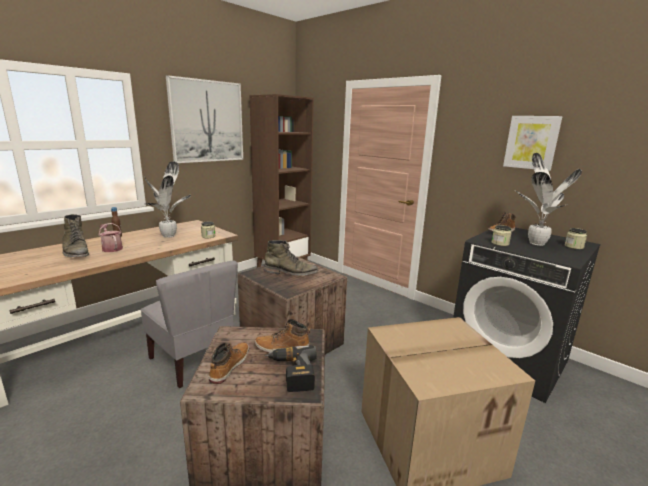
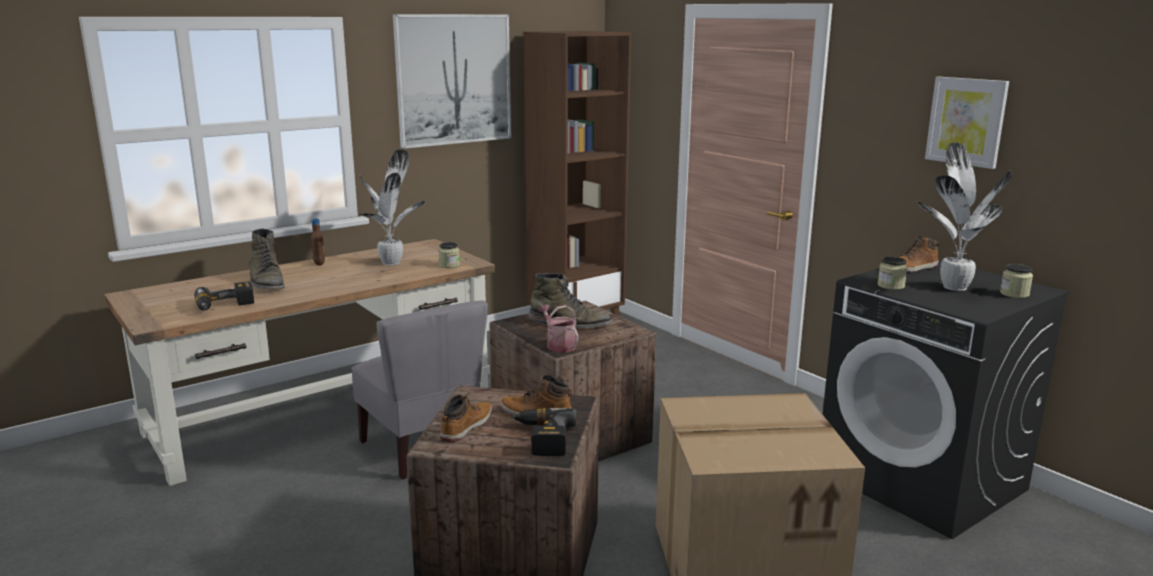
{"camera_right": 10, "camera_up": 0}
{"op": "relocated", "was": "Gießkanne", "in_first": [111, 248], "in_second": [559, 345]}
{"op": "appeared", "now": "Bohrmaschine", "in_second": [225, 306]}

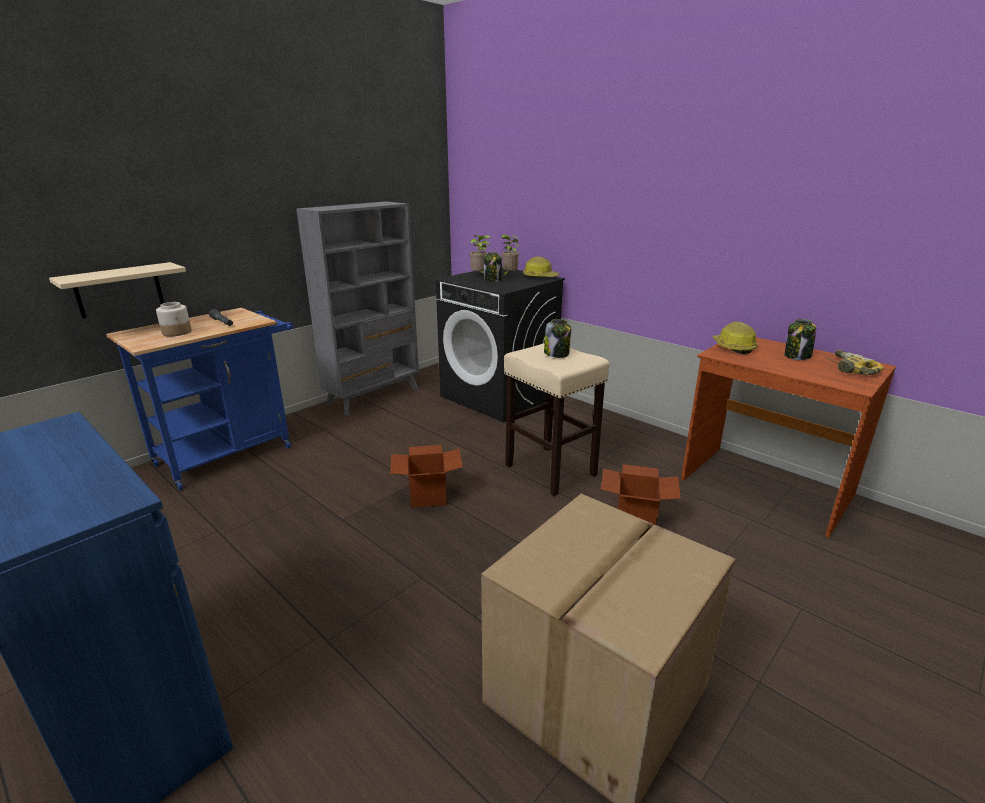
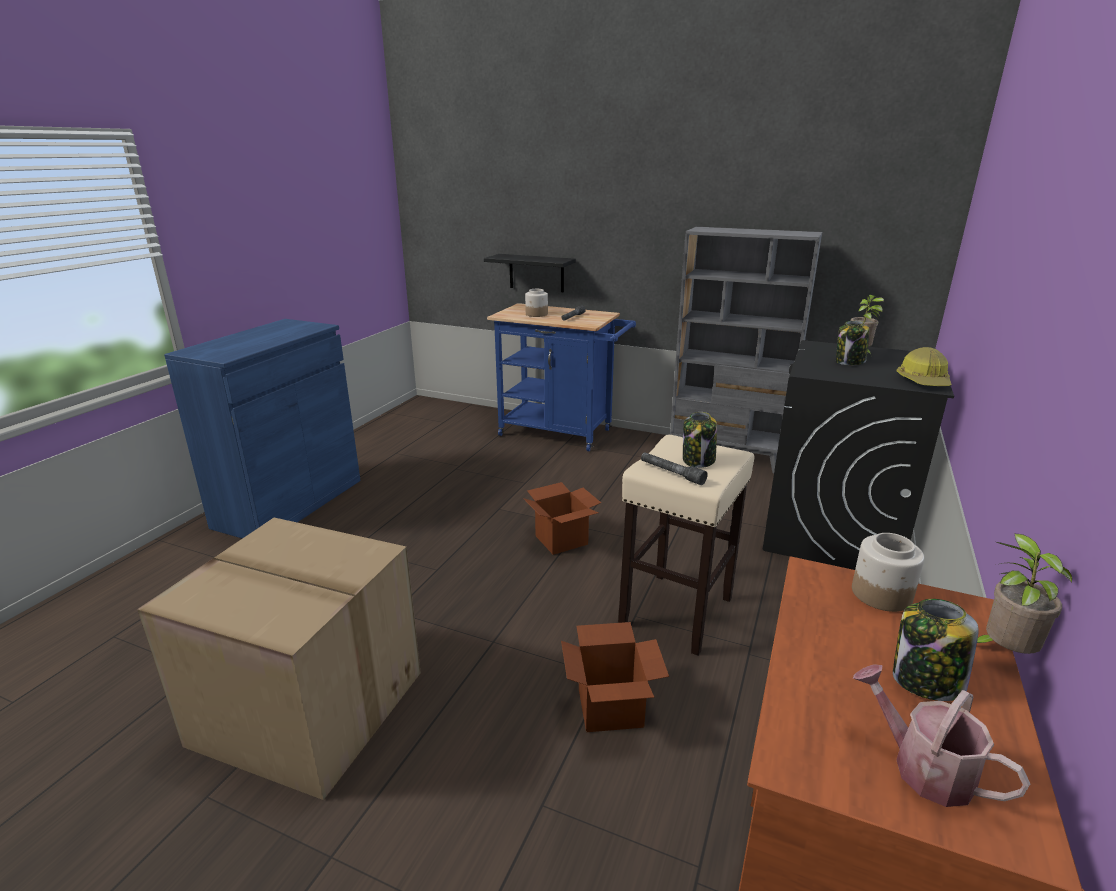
{"camera_right": 70, "camera_up": 0}
{"op": "colour", "was": "Wandregal/beige", "now": "Wandregal/schwarz", "in_first": [119, 290], "in_second": [536, 273]}
{"op": "relocated", "was": "Topfpflanze", "in_first": [509, 275], "in_second": [1002, 652]}
{"op": "exchanged", "was": "Schutzhelm", "now": "Vorratsglas", "in_first": [733, 347], "in_second": [880, 594]}
{"op": "exchanged", "was": "Bohrmaschine", "now": "Gießkanne", "in_first": [849, 369], "in_second": [922, 767]}
{"op": "appeared", "now": "Taschenlampe/grau", "in_second": [671, 473]}

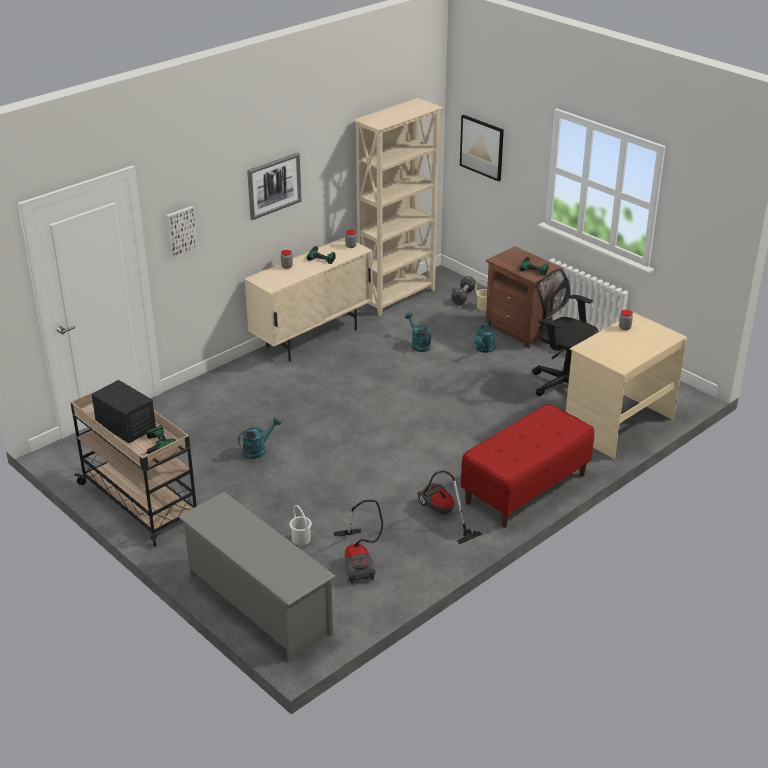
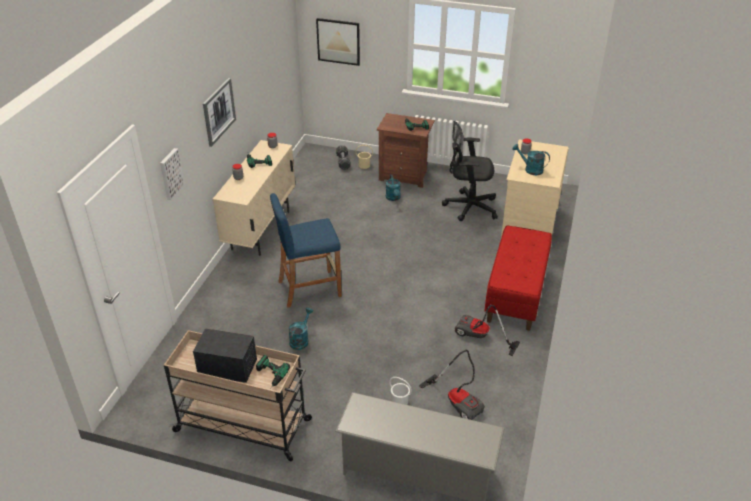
{"camera_right": -30, "camera_up": 5}
{"op": "missing", "was": "Bücherregal/beige", "in_first": [398, 297]}
{"op": "relocated", "was": "Gießkanne/türkis", "in_first": [418, 344], "in_second": [530, 169]}
{"op": "appeared", "now": "Hocker/blau", "in_second": [309, 288]}

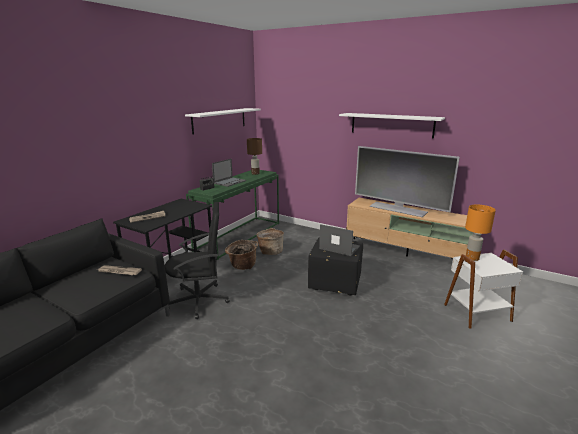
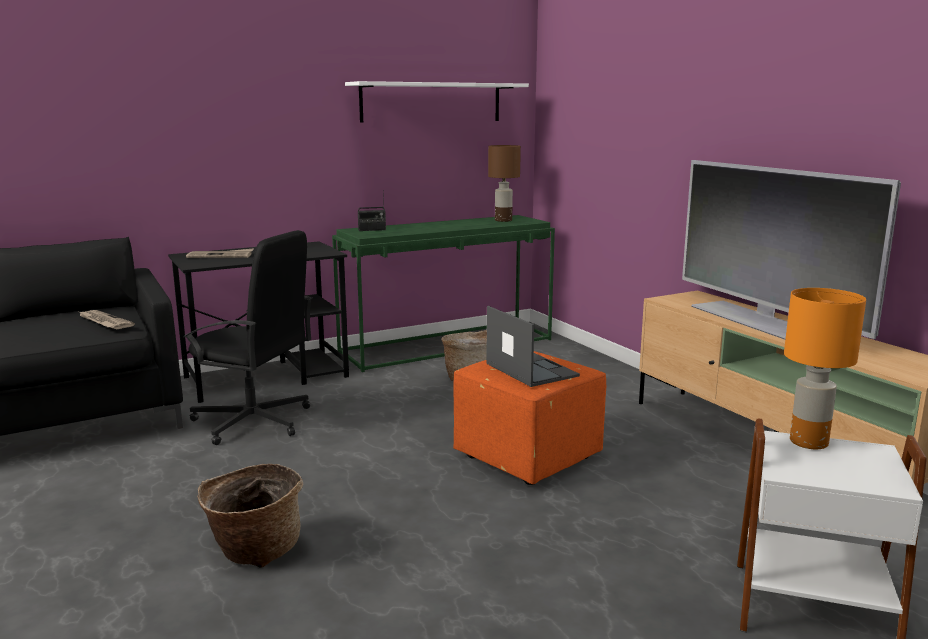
{"camera_right": 30, "camera_up": -5}
{"op": "missing", "was": "Laptop", "in_first": [230, 182]}
{"op": "relocated", "was": "Korb", "in_first": [242, 266], "in_second": [254, 550]}
{"op": "colour", "was": "Polsterhocker/schwarz", "now": "Polsterhocker/orange", "in_first": [334, 283], "in_second": [525, 457]}
{"op": "missing", "was": "Wandregal/weiß", "in_first": [391, 125]}

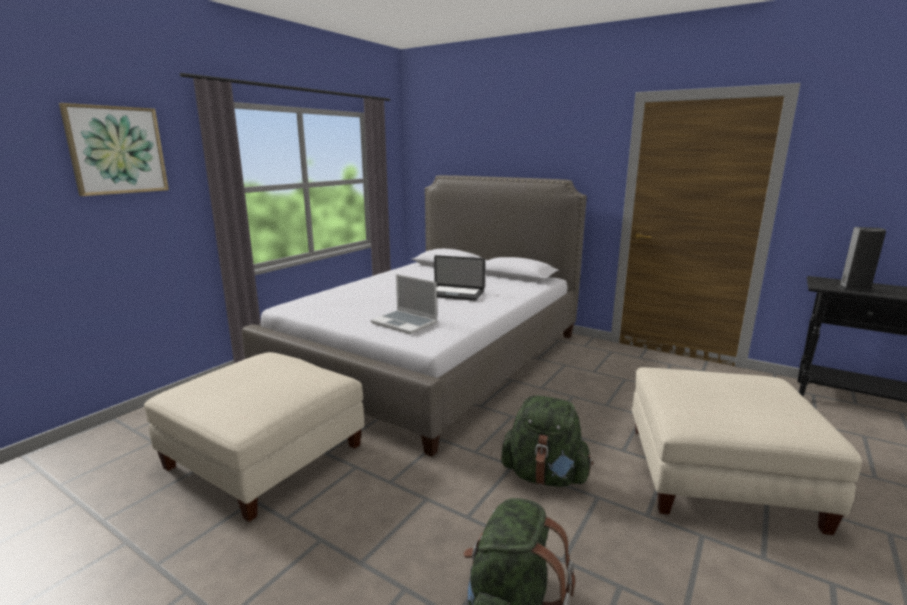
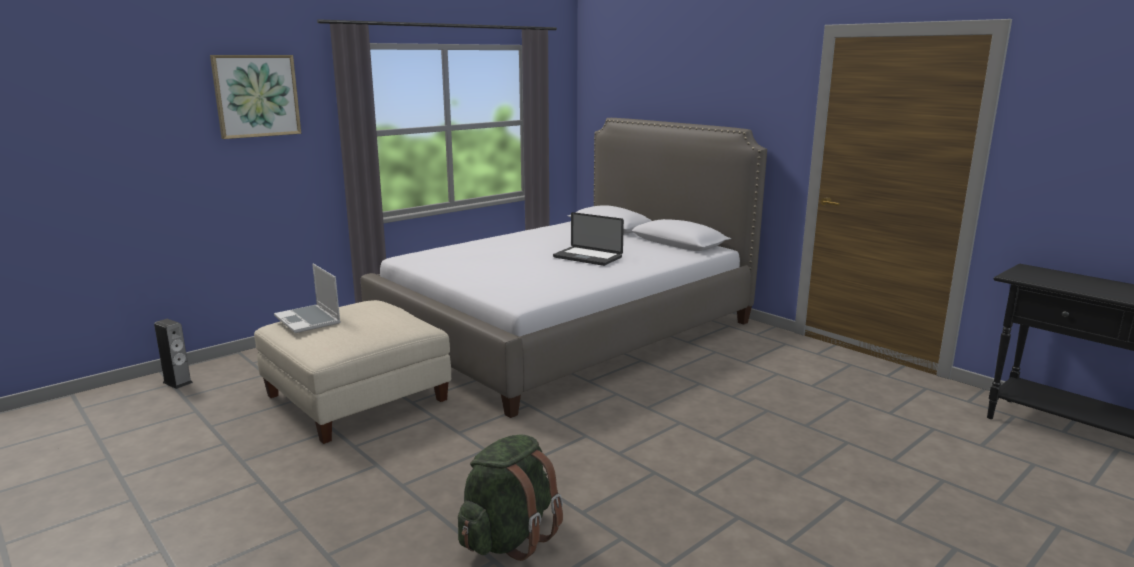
{"camera_right": 15, "camera_up": 0}
{"op": "relocated", "was": "Laptop", "in_first": [405, 323], "in_second": [309, 320]}
{"op": "missing", "was": "Rucksack/grün", "in_first": [544, 476]}
{"op": "missing", "was": "Polsterhocker/beige", "in_first": [718, 474]}
{"op": "relocated", "was": "Lautsprecher", "in_first": [854, 289], "in_second": [177, 382]}

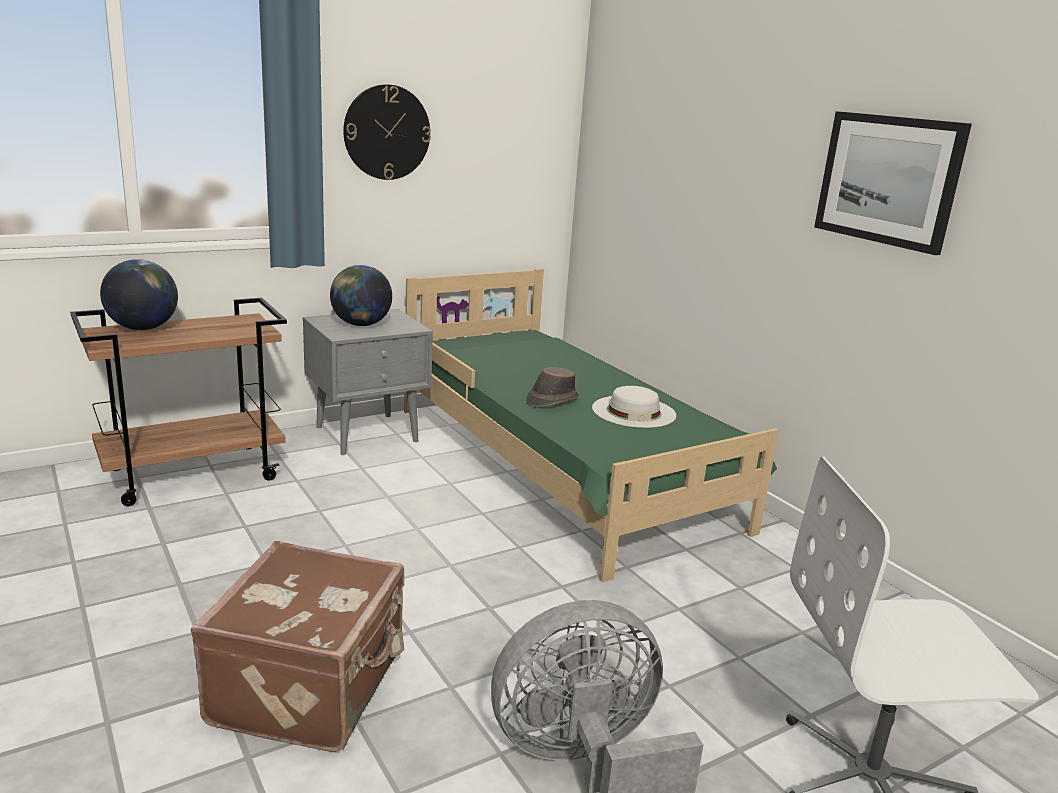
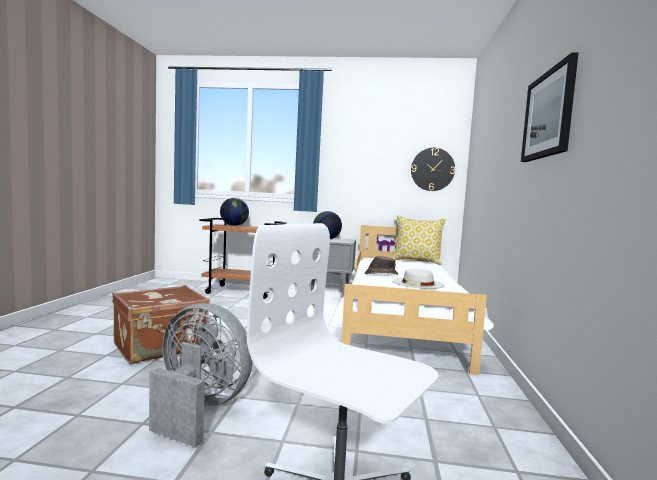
{"camera_right": 40, "camera_up": -15}
{"op": "relocated", "was": "Wanduhr", "in_first": [387, 132], "in_second": [432, 169]}
{"op": "colour", "was": "Bett/grün", "now": "Bett/weiß", "in_first": [562, 466], "in_second": [401, 323]}
{"op": "appeared", "now": "Kissen", "in_second": [417, 261]}

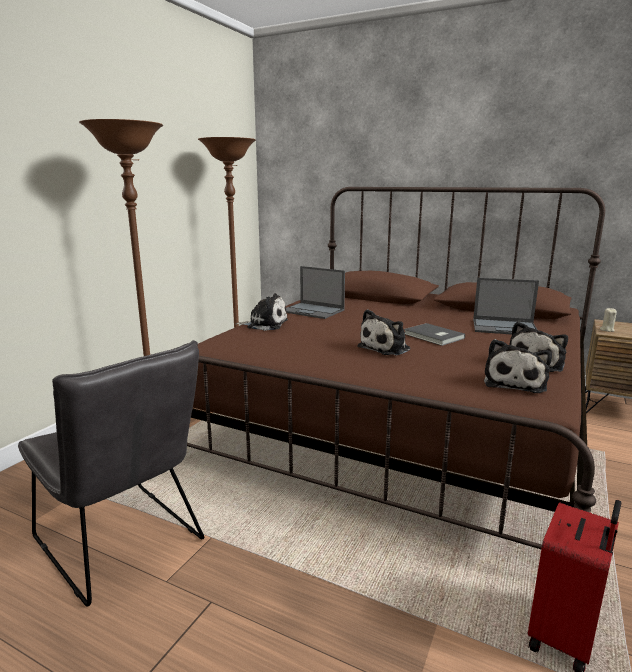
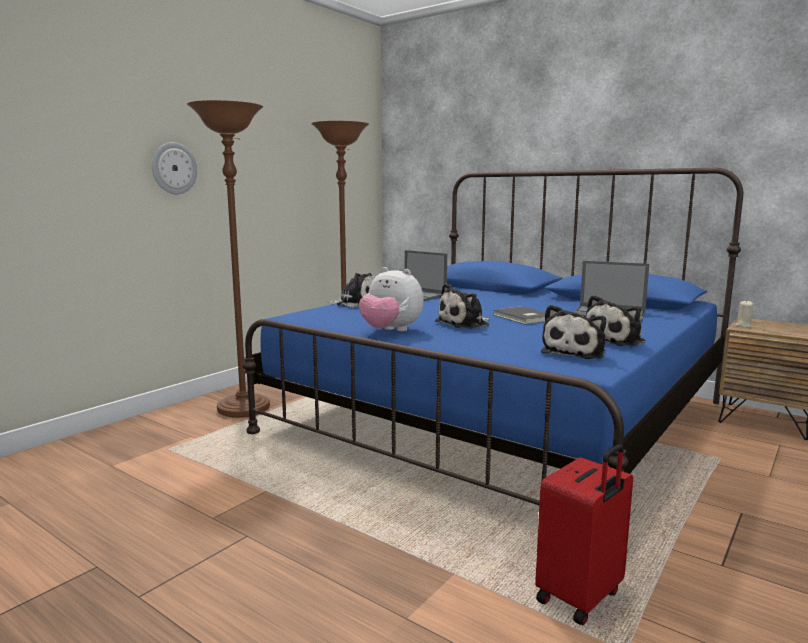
{"camera_right": 10, "camera_up": -5}
{"op": "missing", "was": "Stuhl/grau", "in_first": [124, 544]}
{"op": "colour", "was": "Bett/braun", "now": "Bett/blau", "in_first": [401, 421], "in_second": [499, 416]}
{"op": "appeared", "now": "Wanduhr", "in_second": [174, 168]}
{"op": "appeared", "now": "Plüschtier", "in_second": [390, 331]}

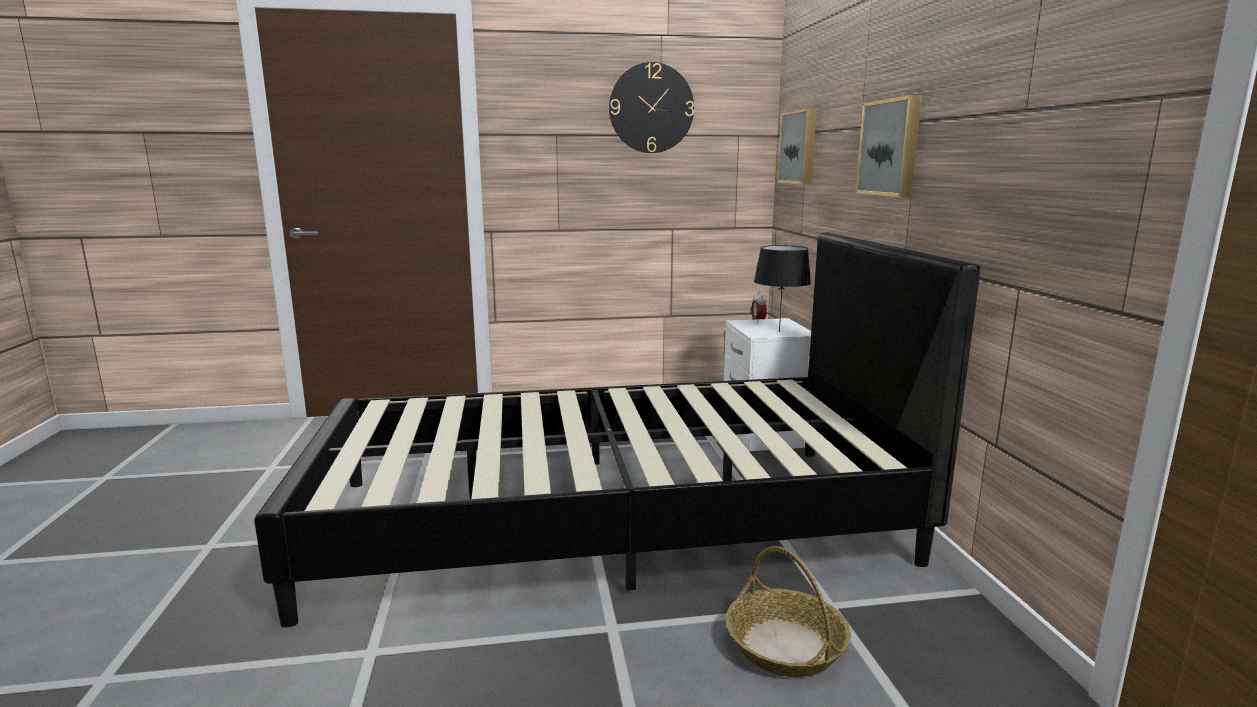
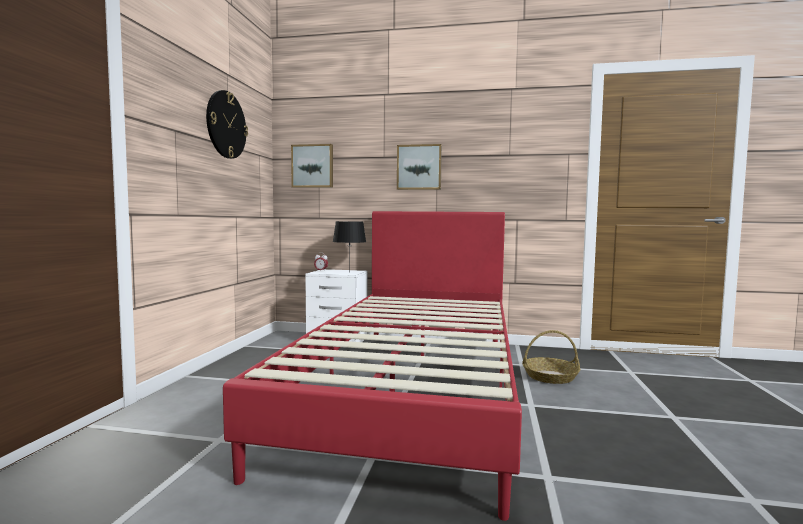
{"camera_right": -70, "camera_up": -10}
{"op": "colour", "was": "Bett/schwarz", "now": "Bett/rot", "in_first": [610, 520], "in_second": [413, 389]}

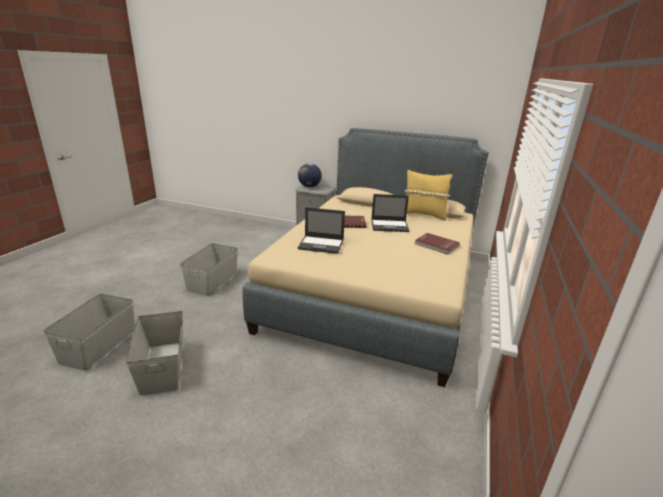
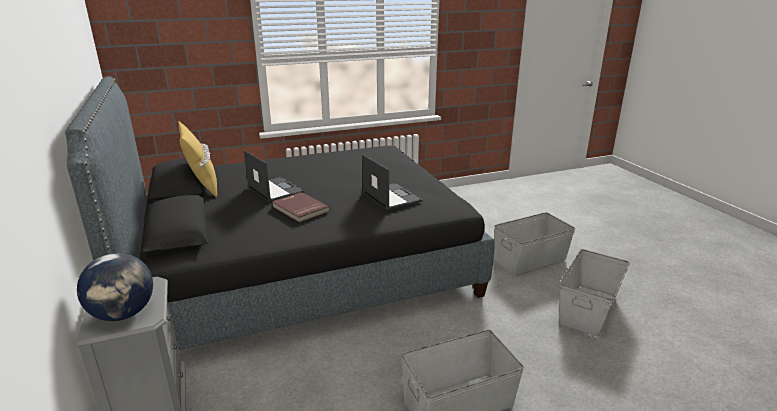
{"camera_right": -130, "camera_up": 0}
{"op": "relocated", "was": "Aufbewahrungsbox/grau", "in_first": [100, 345], "in_second": [529, 259]}
{"op": "colour", "was": "Bett/beige", "now": "Bett/schwarz", "in_first": [375, 289], "in_second": [300, 270]}
{"op": "missing", "was": "Buch/rot", "in_first": [436, 245]}

